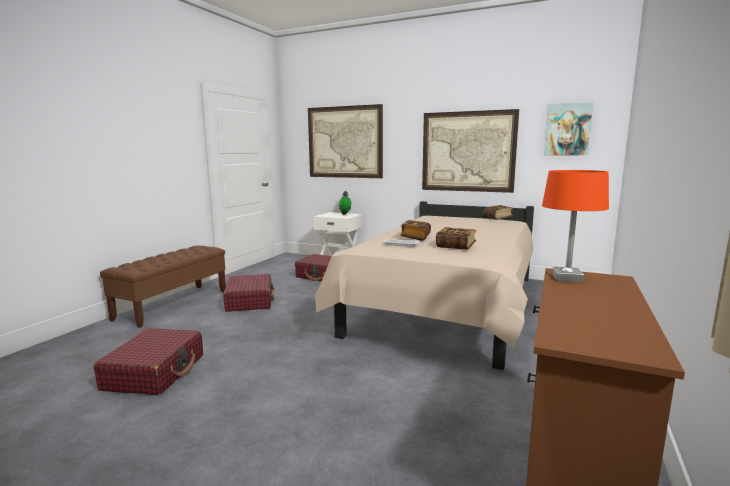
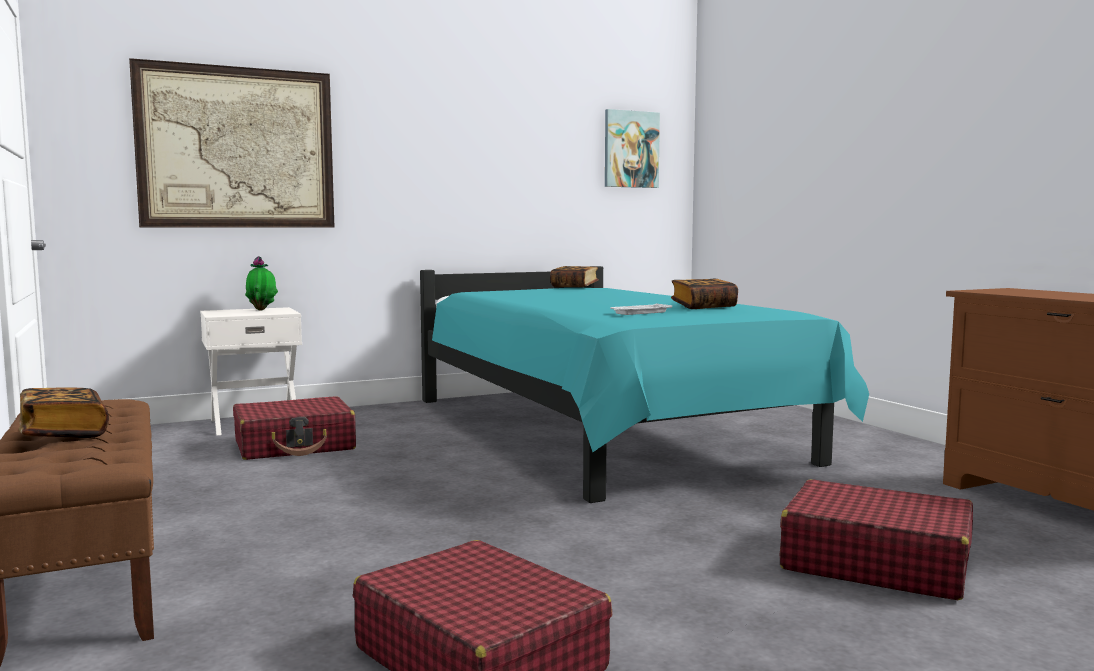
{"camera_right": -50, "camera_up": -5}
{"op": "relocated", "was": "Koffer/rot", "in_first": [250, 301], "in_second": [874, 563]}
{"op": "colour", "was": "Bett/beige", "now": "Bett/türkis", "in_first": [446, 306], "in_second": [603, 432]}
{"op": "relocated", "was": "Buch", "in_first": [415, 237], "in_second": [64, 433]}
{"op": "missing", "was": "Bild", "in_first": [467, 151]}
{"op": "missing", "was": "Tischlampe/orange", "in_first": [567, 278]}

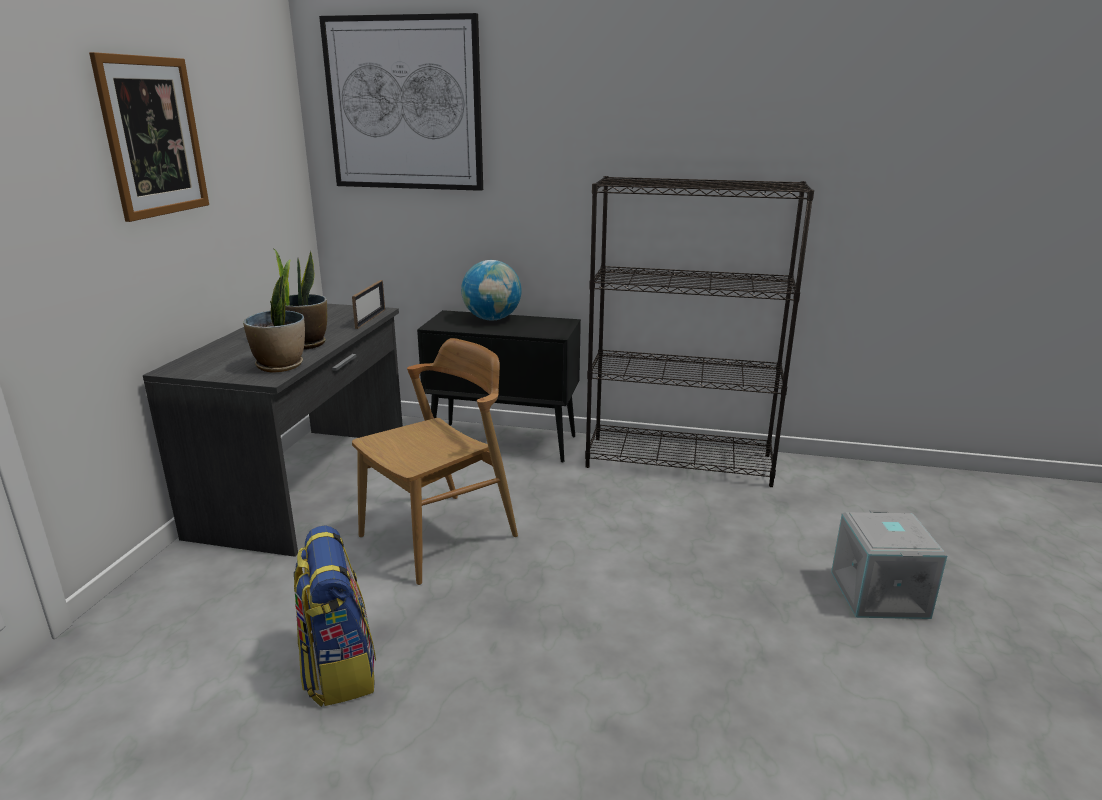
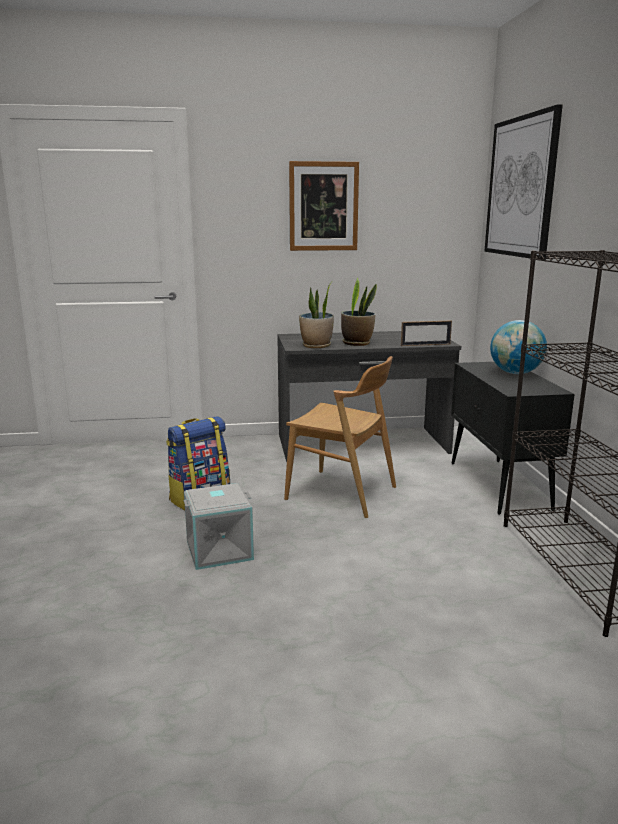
{"camera_right": 70, "camera_up": -5}
{"op": "relocated", "was": "Aufbewahrungsbox/grau", "in_first": [877, 594], "in_second": [219, 549]}

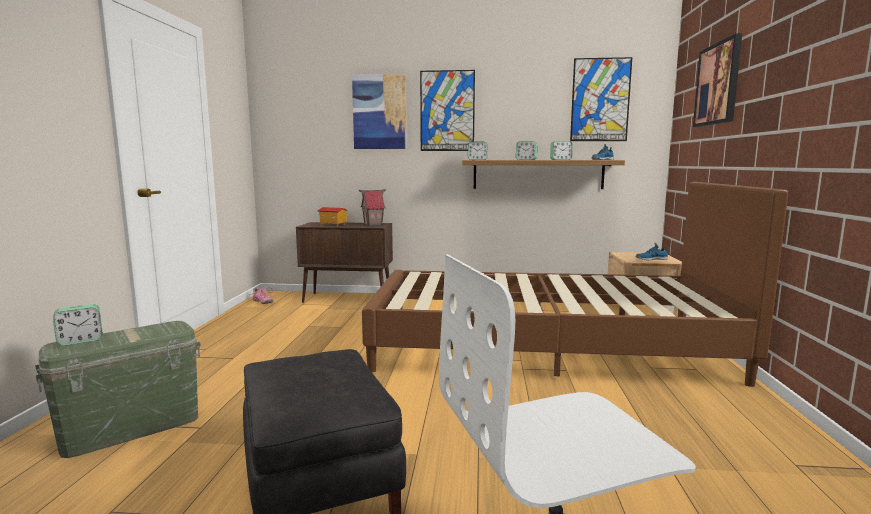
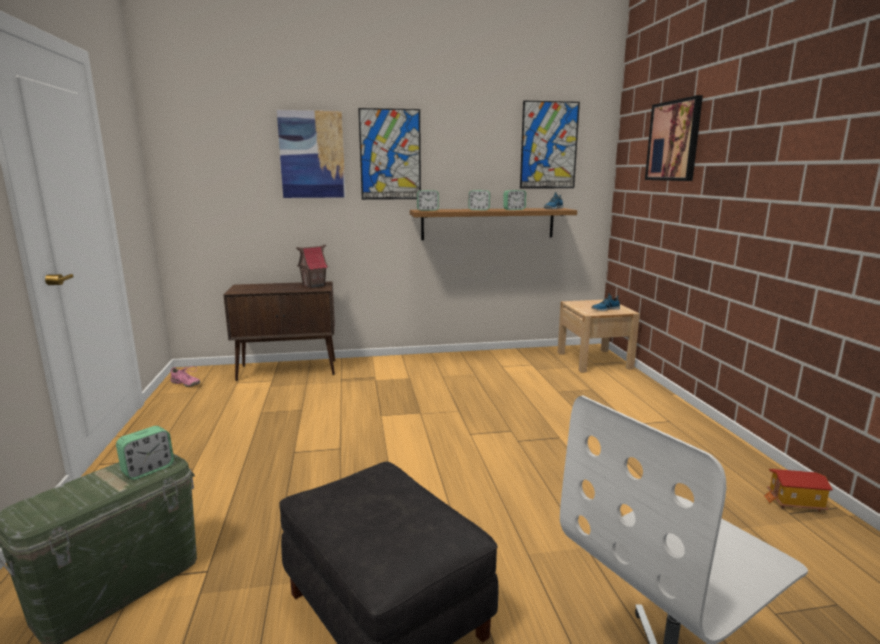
{"camera_right": -15, "camera_up": 5}
{"op": "relocated", "was": "Wecker", "in_first": [80, 341], "in_second": [148, 470]}
{"op": "relocated", "was": "Spielzeughaus", "in_first": [332, 225], "in_second": [795, 503]}
{"op": "missing", "was": "Bett/braun", "in_first": [545, 347]}

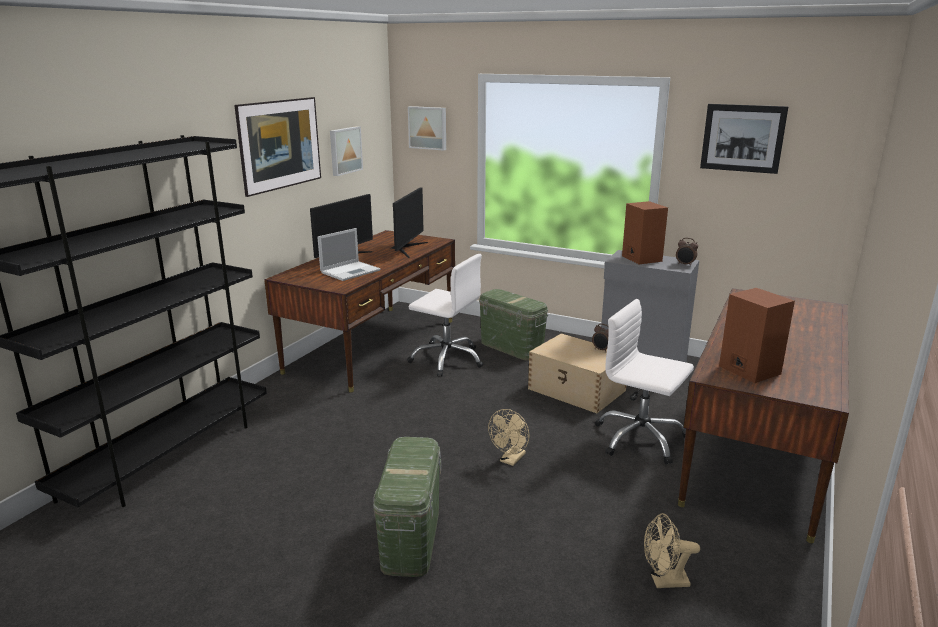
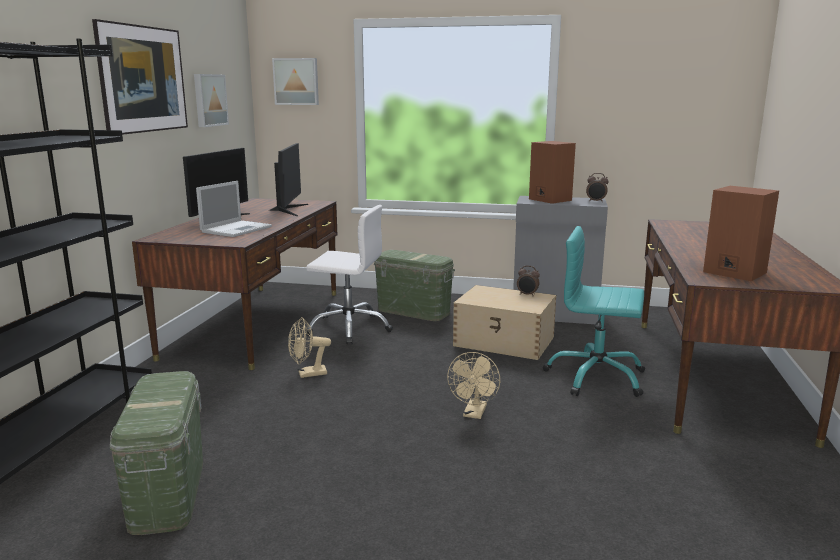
{"camera_right": -15, "camera_up": -5}
{"op": "relocated", "was": "Aufbewahrungsbox/grün", "in_first": [411, 538], "in_second": [168, 493]}
{"op": "colour", "was": "Bürostuhl/weiß", "now": "Bürostuhl/türkis", "in_first": [640, 439], "in_second": [596, 377]}
{"op": "relocated", "was": "Ventilator/beige", "in_first": [664, 581], "in_second": [307, 374]}
{"op": "missing", "was": "Bild", "in_first": [742, 138]}

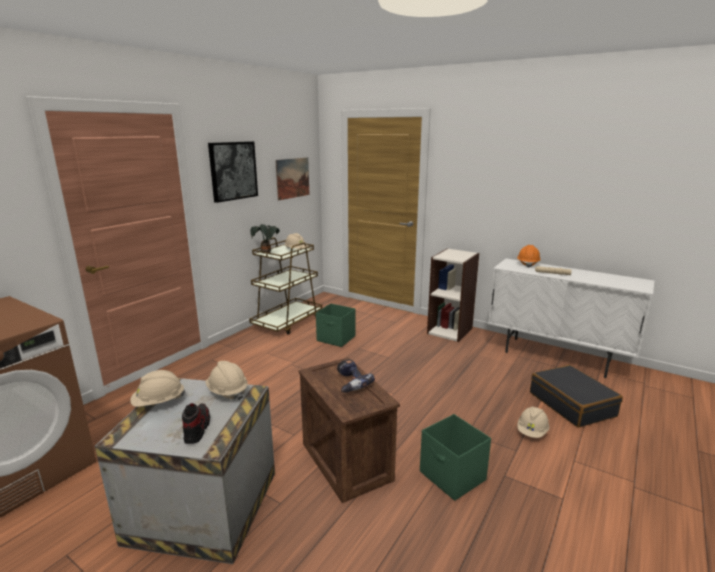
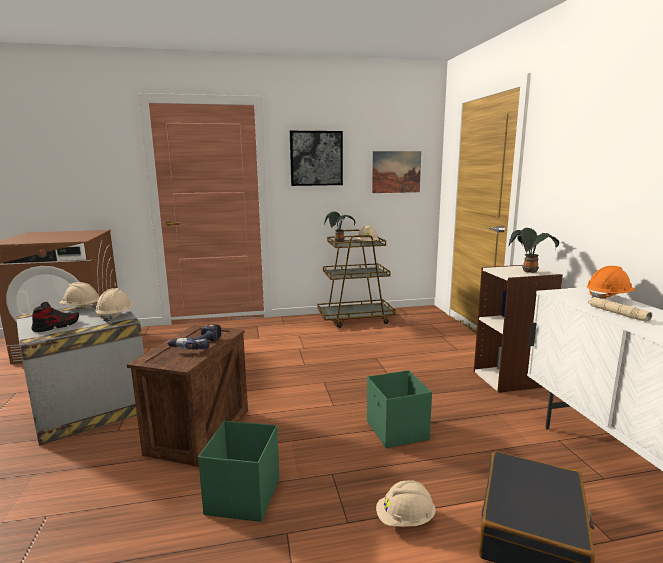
{"camera_right": 45, "camera_up": -5}
{"op": "relocated", "was": "Aufbewahrungsbox/grün", "in_first": [336, 339], "in_second": [397, 431]}
{"op": "appeared", "now": "Topfpflanze", "in_second": [529, 272]}

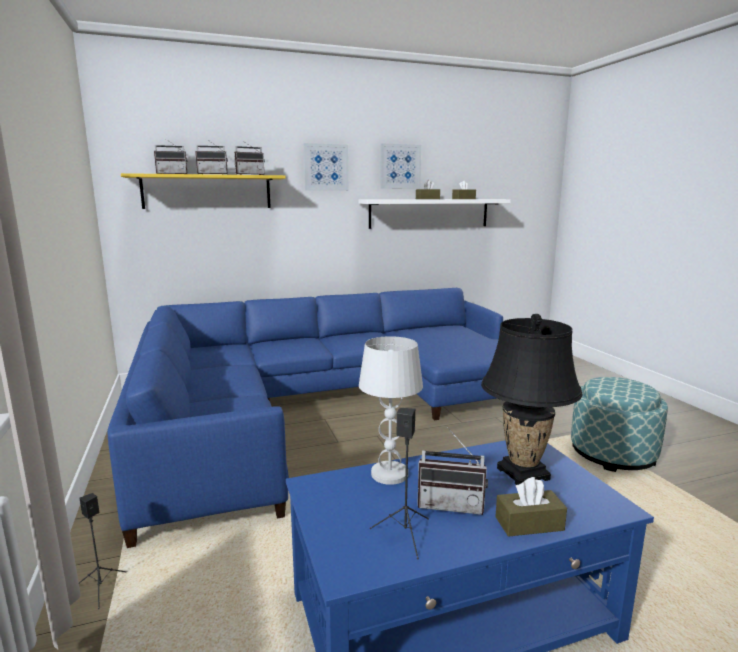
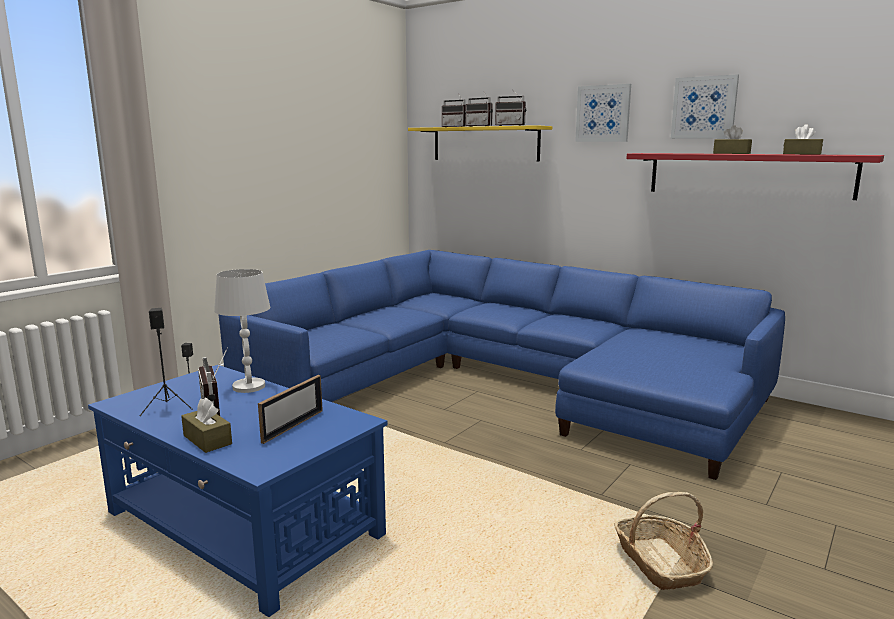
{"camera_right": 55, "camera_up": 0}
{"op": "colour", "was": "Wandregal/weiß", "now": "Wandregal/rot", "in_first": [429, 213], "in_second": [747, 174]}
{"op": "exchanged", "was": "Tischlampe/schwarz", "now": "Bilderrahmen", "in_first": [522, 473], "in_second": [293, 426]}
{"op": "exchanged", "was": "Polsterhocker", "now": "Korb", "in_first": [612, 454], "in_second": [660, 563]}

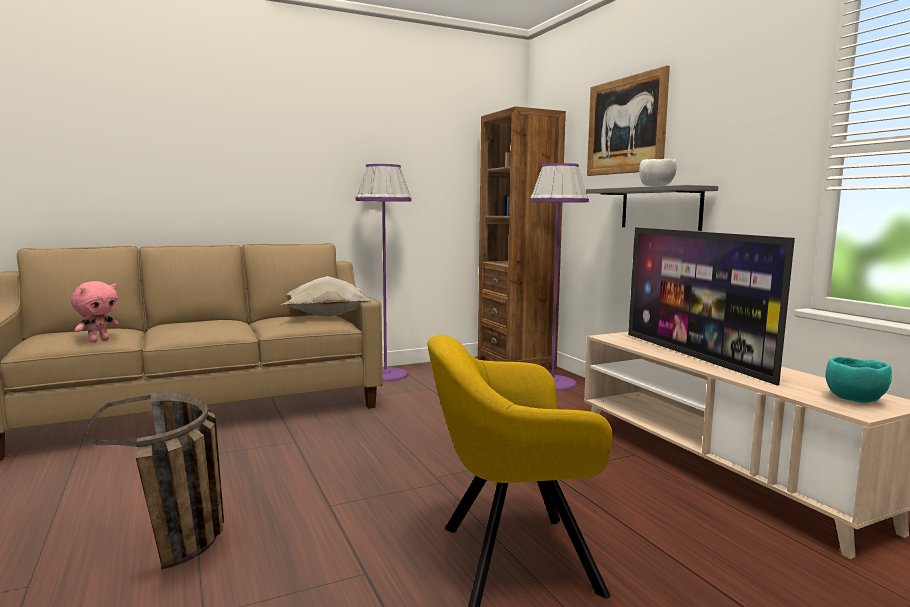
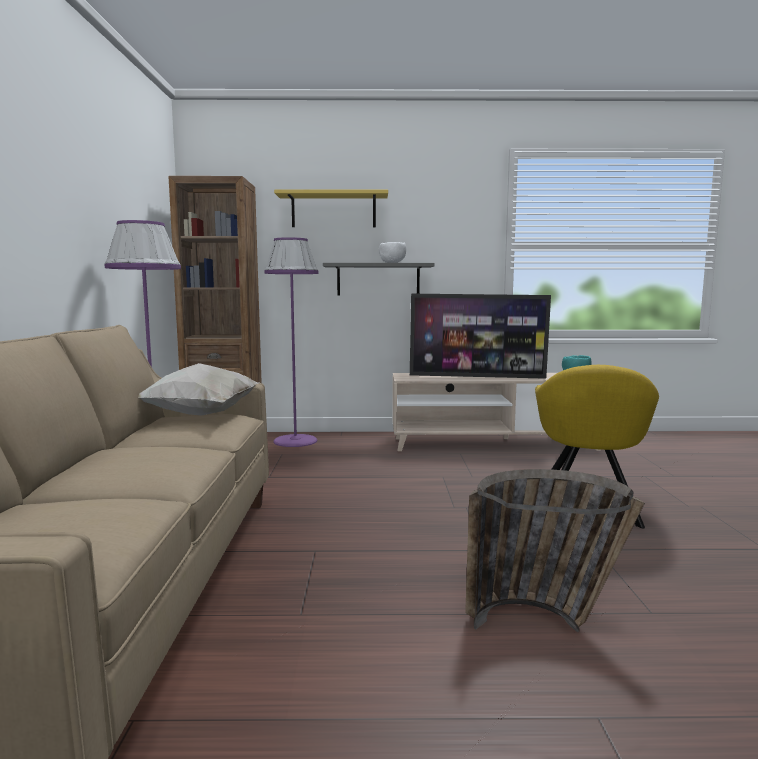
{"camera_right": -65, "camera_up": 0}
{"op": "missing", "was": "Plüschtier/rosa", "in_first": [98, 340]}
{"op": "exchanged", "was": "Bild", "now": "Wandregal/gelb", "in_first": [625, 126], "in_second": [333, 211]}

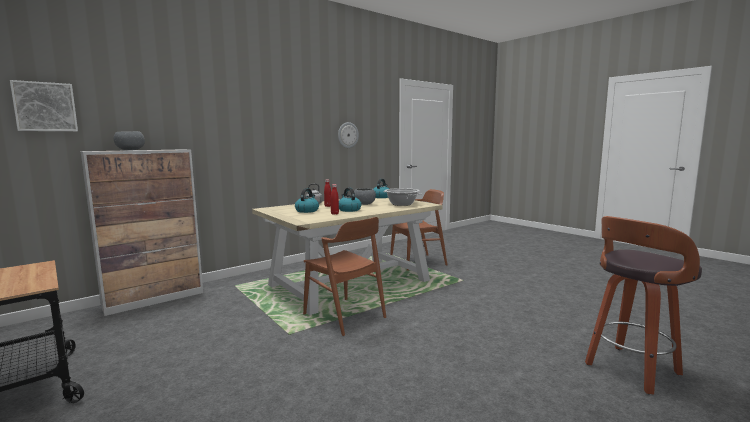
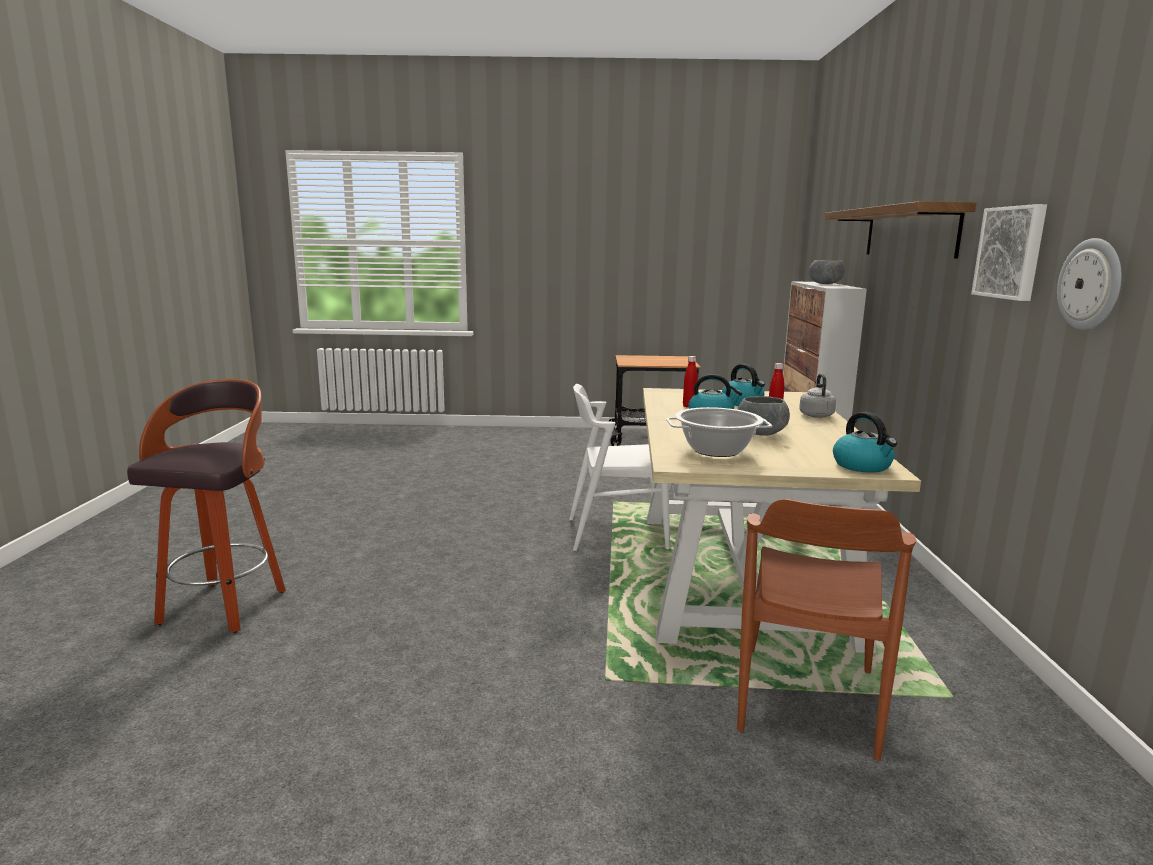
{"camera_right": 130, "camera_up": 5}
{"op": "relocated", "was": "Bild", "in_first": [45, 107], "in_second": [1011, 252]}
{"op": "colour", "was": "Stuhl/braun", "now": "Stuhl/weiß", "in_first": [344, 316], "in_second": [616, 533]}
{"op": "appeared", "now": "Wandregal", "in_second": [909, 232]}

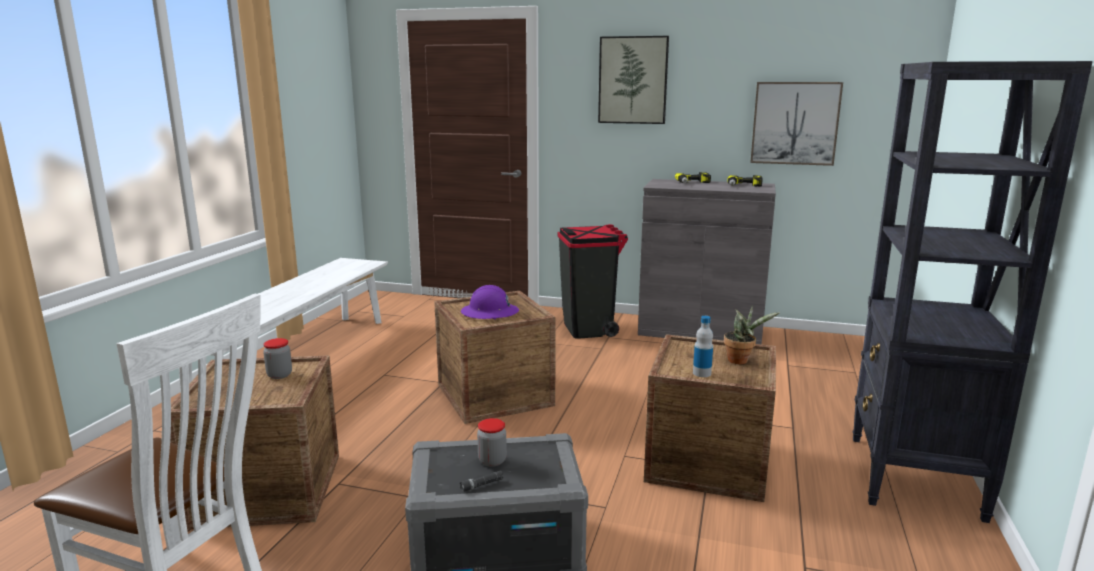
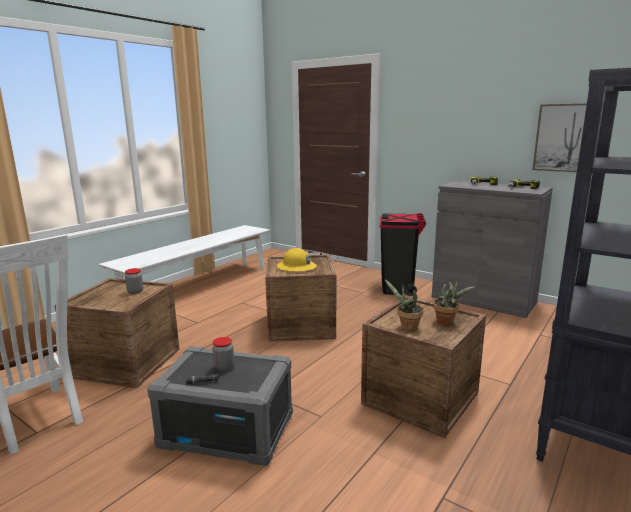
{"camera_right": 20, "camera_up": 0}
{"op": "colour", "was": "Schutzhelm/lila", "now": "Schutzhelm/gelb", "in_first": [490, 312], "in_second": [296, 267]}
{"op": "missing", "was": "Bild", "in_first": [633, 80]}
{"op": "exchanged", "was": "Flasche", "now": "Topfpflanze", "in_first": [702, 373], "in_second": [406, 327]}

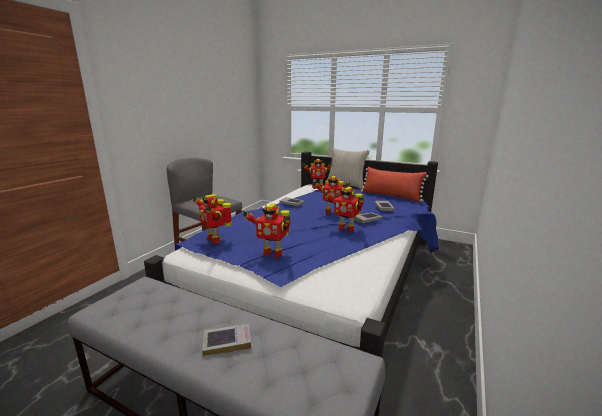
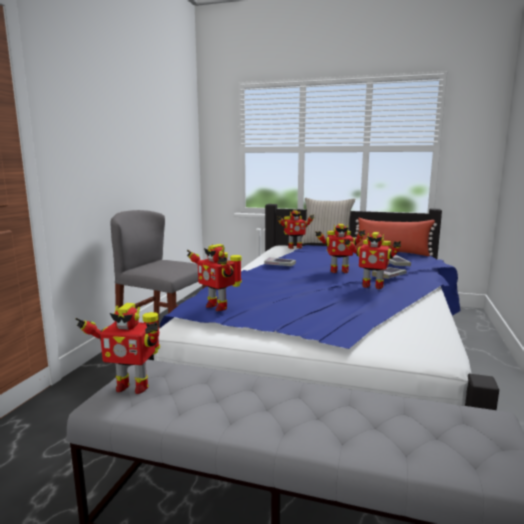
{"camera_right": -10, "camera_up": -5}
{"op": "missing", "was": "Buch", "in_first": [227, 342]}
{"op": "relocated", "was": "Spielzeugroboter", "in_first": [272, 253], "in_second": [132, 386]}

